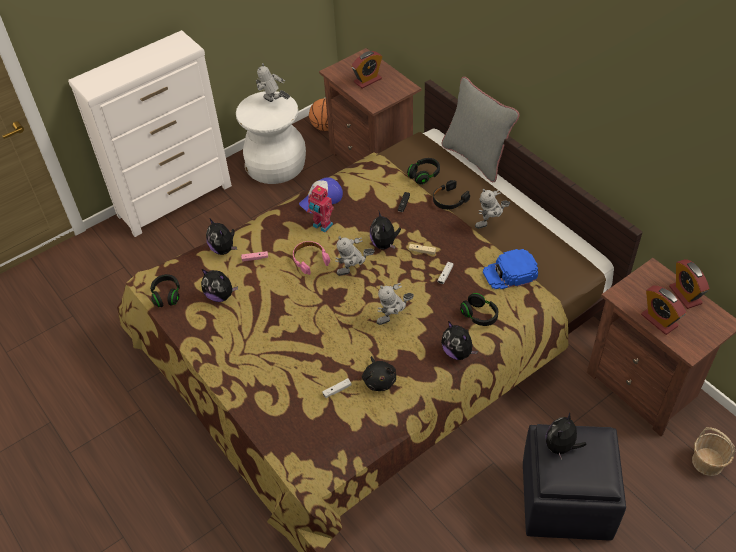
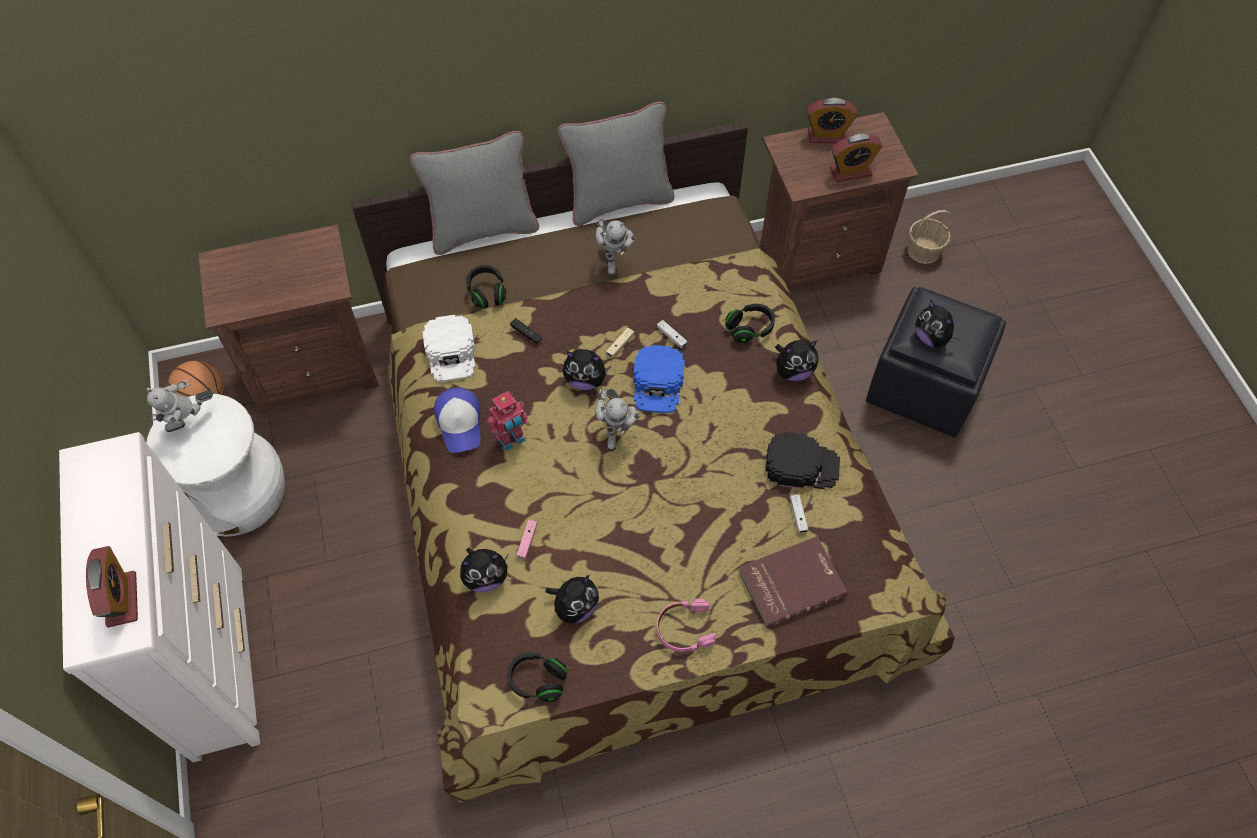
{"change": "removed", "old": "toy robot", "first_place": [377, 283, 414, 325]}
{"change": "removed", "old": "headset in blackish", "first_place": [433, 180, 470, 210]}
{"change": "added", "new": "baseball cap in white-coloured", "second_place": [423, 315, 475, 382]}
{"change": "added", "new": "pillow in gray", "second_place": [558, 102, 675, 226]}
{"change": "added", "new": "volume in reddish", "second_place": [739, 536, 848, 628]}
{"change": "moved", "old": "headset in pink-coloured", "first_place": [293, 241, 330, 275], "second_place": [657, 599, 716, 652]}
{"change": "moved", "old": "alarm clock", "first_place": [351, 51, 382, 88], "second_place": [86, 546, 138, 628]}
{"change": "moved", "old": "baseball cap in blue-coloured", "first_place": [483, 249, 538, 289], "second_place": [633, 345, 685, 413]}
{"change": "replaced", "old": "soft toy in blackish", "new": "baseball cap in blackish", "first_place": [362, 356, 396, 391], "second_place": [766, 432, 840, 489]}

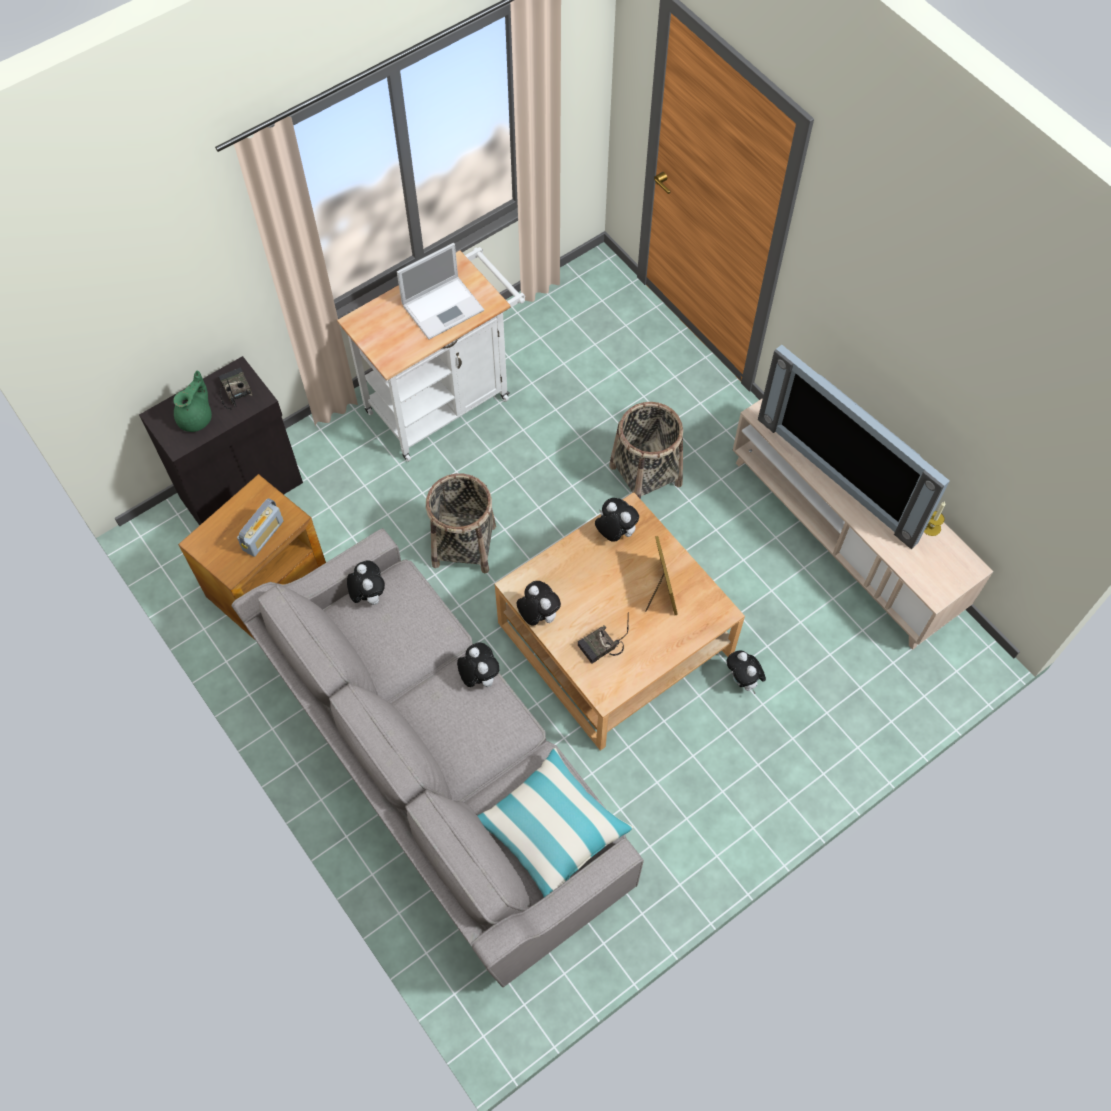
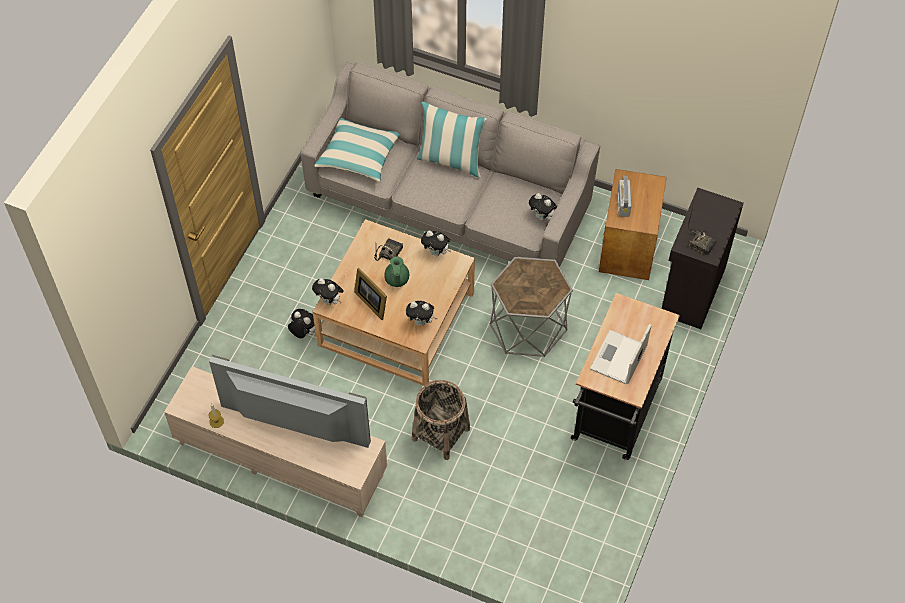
{"change": "added", "new": "pillow", "second_place": [417, 101, 487, 178]}
{"change": "moved", "old": "pot for tea in greenish", "first_place": [173, 370, 212, 432], "second_place": [384, 256, 409, 287]}
{"change": "moved", "old": "soft toy", "first_place": [457, 642, 499, 687], "second_place": [312, 278, 343, 305]}
{"change": "replaced", "old": "basket", "new": "end table in gray", "first_place": [426, 473, 496, 573], "second_place": [489, 257, 573, 357]}
{"change": "recoloured", "old": "cart in white-coloured", "new": "cart in blackish", "first_place": [337, 247, 525, 462], "second_place": [571, 293, 680, 461]}

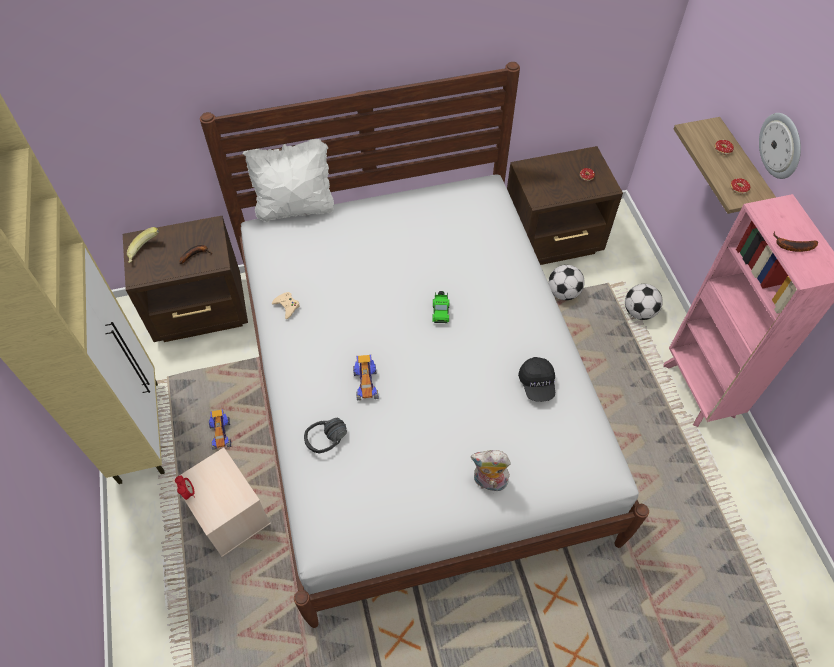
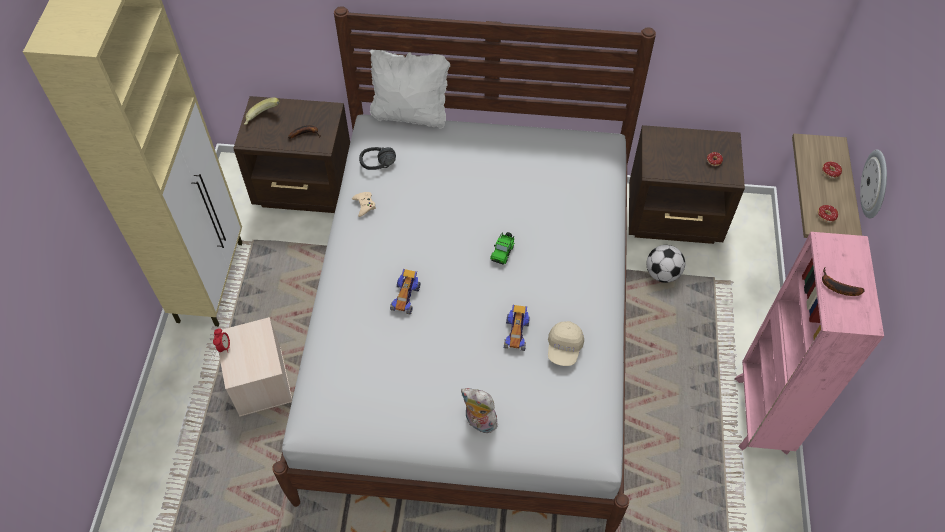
{"change": "removed", "old": "football ball", "first_place": [625, 284, 663, 320]}
{"change": "moved", "old": "toy car", "first_place": [209, 409, 231, 450], "second_place": [504, 305, 530, 351]}
{"change": "moved", "old": "headset in blackish", "first_place": [304, 418, 347, 453], "second_place": [359, 147, 396, 170]}
{"change": "recoloured", "old": "baseball cap in blackish", "new": "baseball cap in sand-coloured", "first_place": [518, 357, 555, 402], "second_place": [548, 321, 584, 366]}

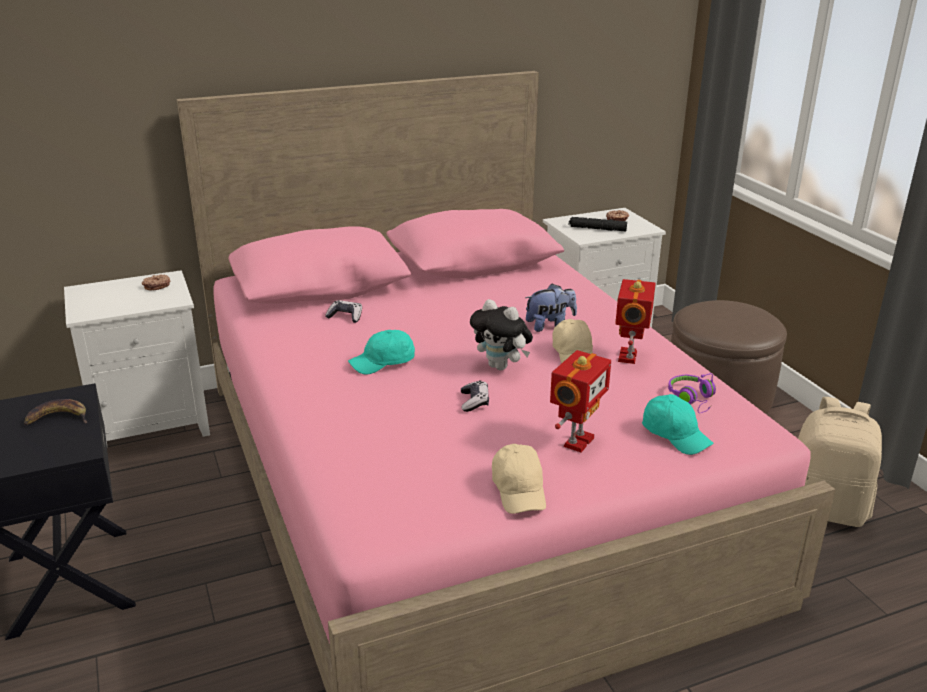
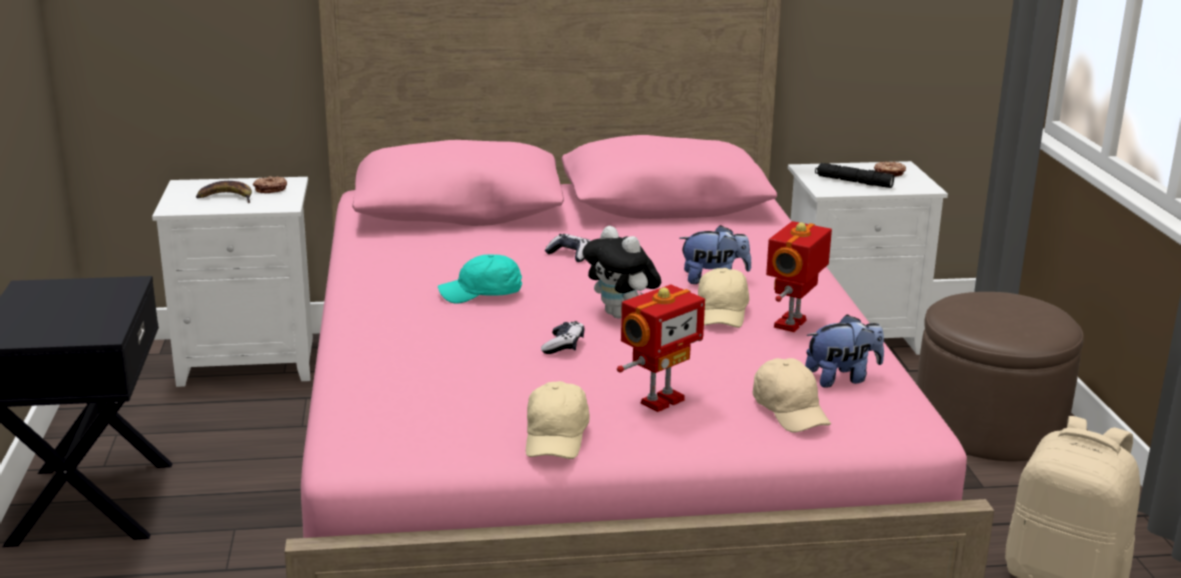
{"change": "moved", "old": "whole banana", "first_place": [24, 399, 87, 425], "second_place": [196, 181, 252, 203]}
{"change": "moved", "old": "gamepad", "first_place": [325, 300, 362, 323], "second_place": [544, 234, 591, 262]}
{"change": "replaced", "old": "headset in purple-coloured", "new": "soft toy", "first_place": [668, 373, 716, 413], "second_place": [805, 314, 884, 388]}
{"change": "recoloured", "old": "baseball cap in turquoise", "new": "baseball cap in sand-coloured", "first_place": [642, 394, 713, 455], "second_place": [752, 358, 831, 432]}

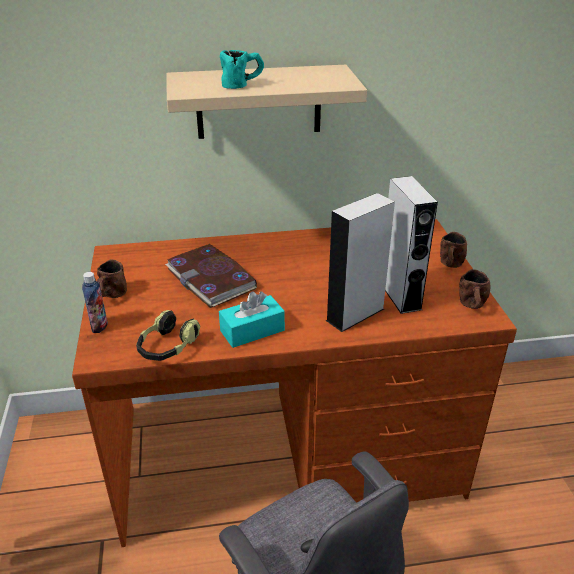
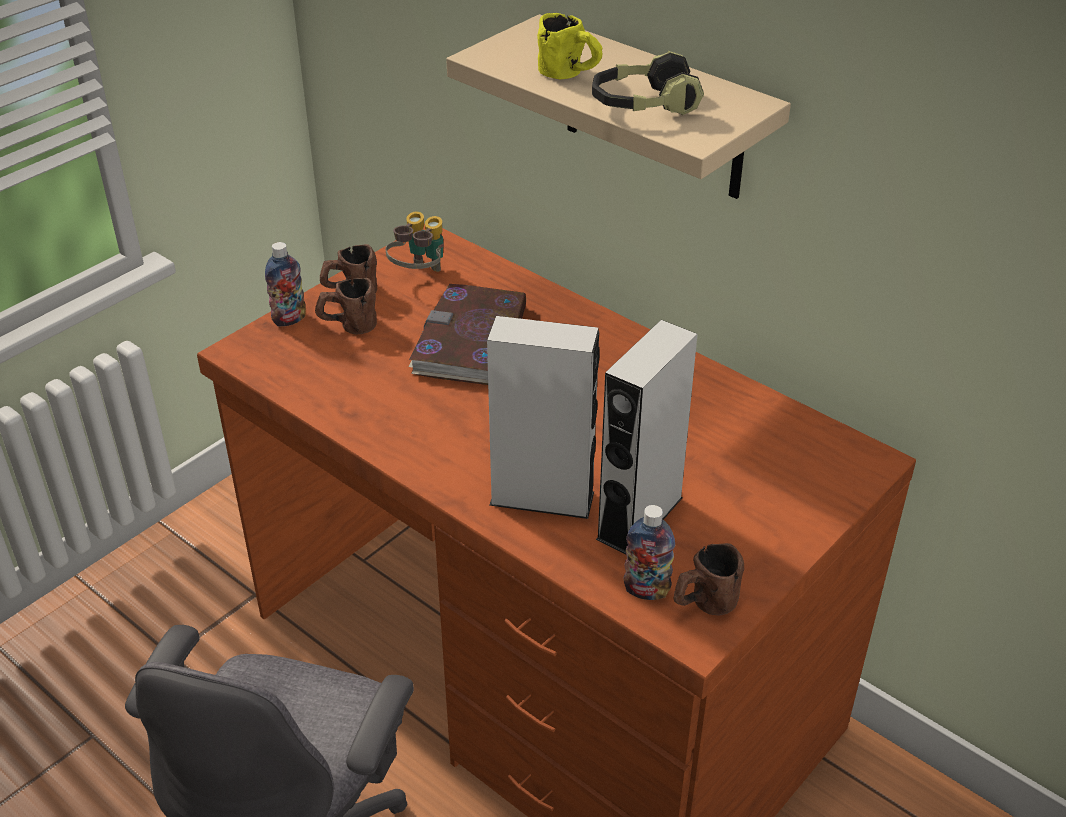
{"change": "removed", "old": "box of tissues in turquoise", "first_place": [219, 291, 285, 348]}
{"change": "added", "new": "pair of binoculars", "second_place": [386, 211, 444, 272]}
{"change": "added", "new": "beverage bottle", "second_place": [624, 505, 675, 600]}
{"change": "moved", "old": "headset", "first_place": [136, 310, 200, 361], "second_place": [592, 51, 704, 115]}
{"change": "moved", "old": "coffee mug in brown", "first_place": [440, 232, 467, 268], "second_place": [315, 278, 377, 334]}
{"change": "recoloured", "old": "coffee mug in turquoise", "new": "coffee mug in yellow-coloured", "first_place": [220, 50, 264, 89], "second_place": [537, 13, 602, 79]}

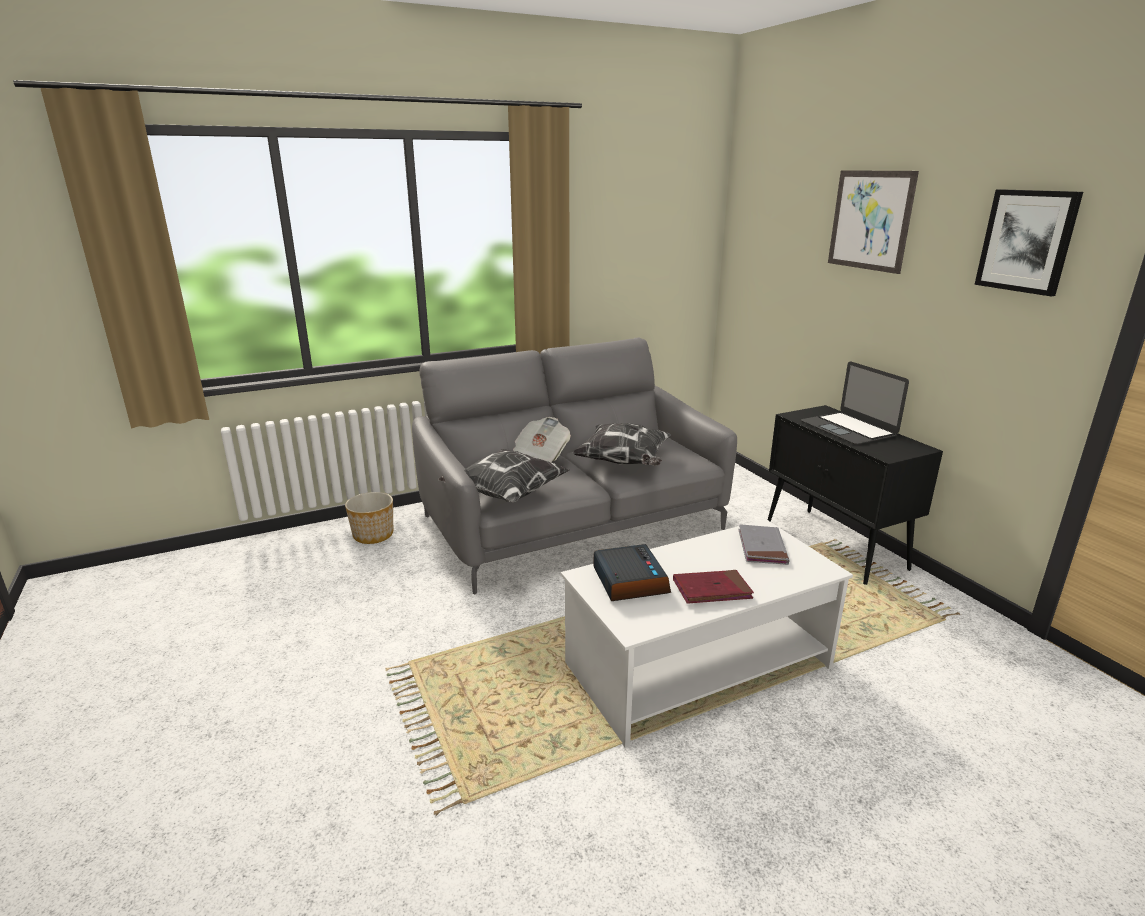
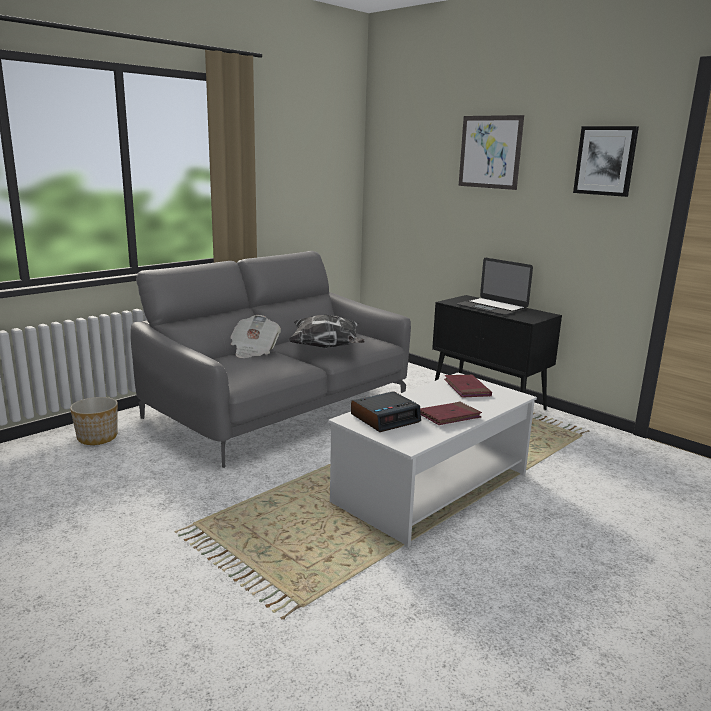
{"change": "removed", "old": "pillow", "first_place": [438, 449, 569, 502]}
{"change": "recoloured", "old": "volume in gray", "new": "volume in reddish", "first_place": [738, 524, 789, 565], "second_place": [444, 374, 492, 398]}
{"change": "turned", "old": "alarm clock", "first_place": [594, 544, 671, 601], "second_place": [351, 391, 421, 432], "degrees": 90}

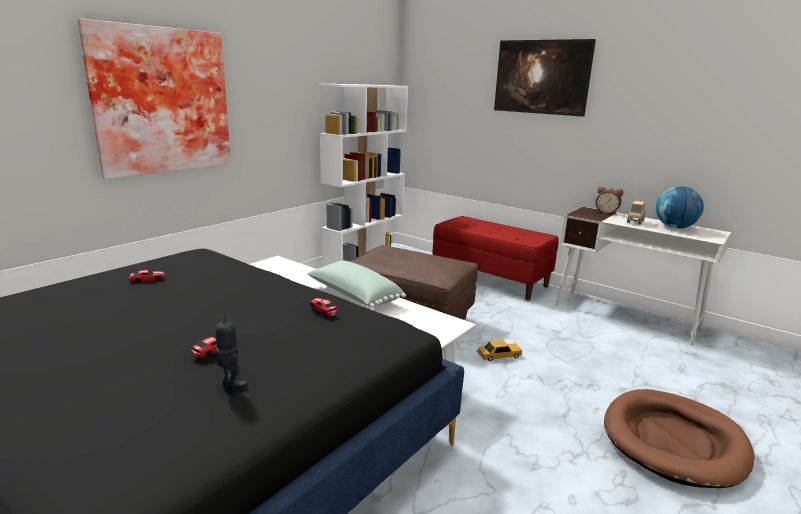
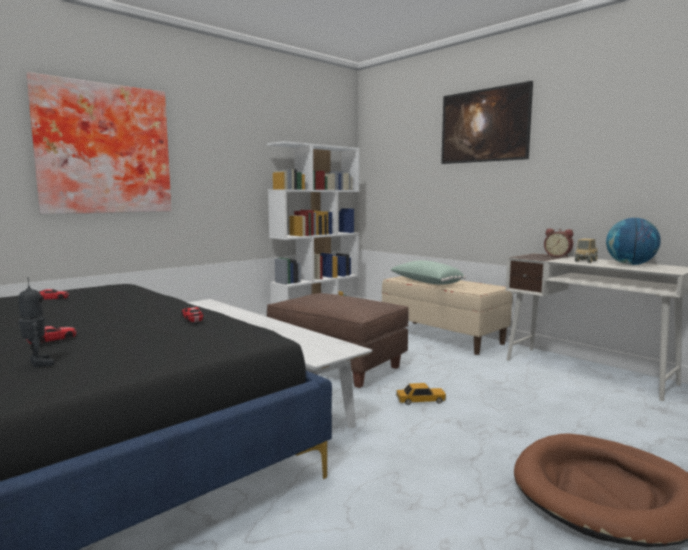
{"change": "moved", "old": "pillow in greenish", "first_place": [307, 261, 406, 308], "second_place": [390, 260, 466, 285]}
{"change": "recoloured", "old": "bench in reddish", "new": "bench in sand-coloured", "first_place": [432, 216, 558, 300], "second_place": [382, 276, 512, 355]}

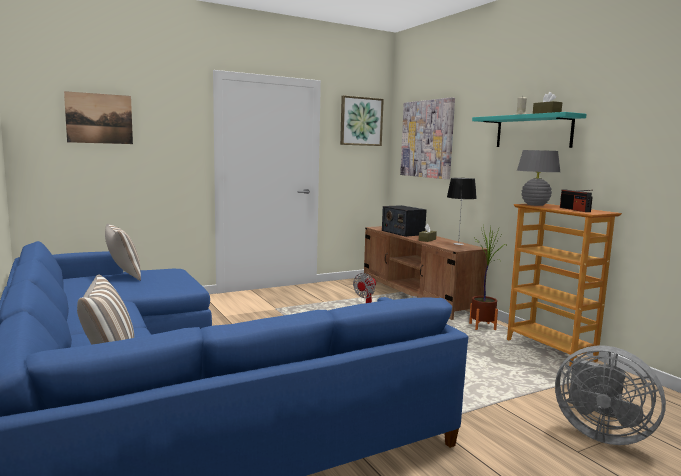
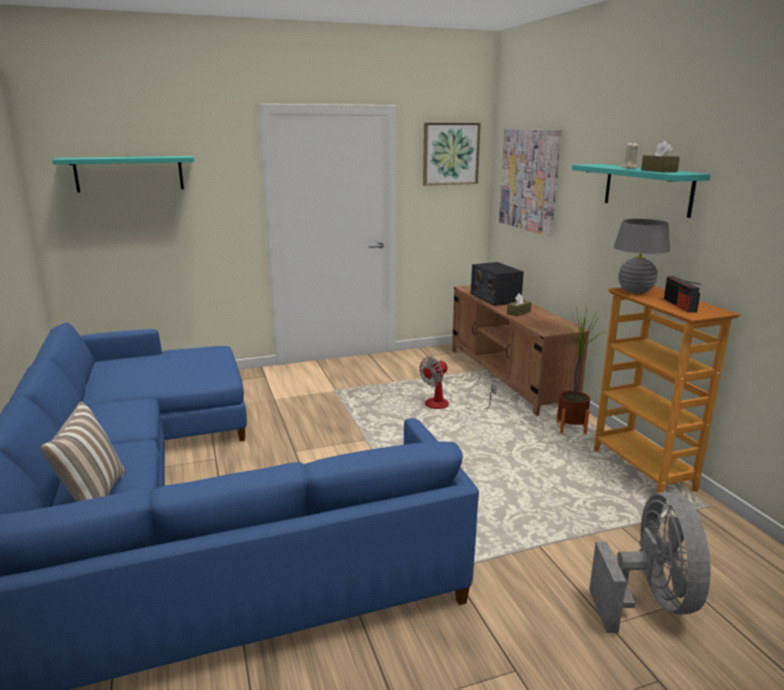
{"change": "removed", "old": "pillow", "first_place": [105, 224, 141, 281]}
{"change": "removed", "old": "table lamp", "first_place": [447, 178, 477, 245]}
{"change": "replaced", "old": "picture", "new": "shelf in turquoise", "first_place": [64, 91, 133, 144], "second_place": [52, 156, 194, 193]}
{"change": "turned", "old": "cooling fan in gray", "first_place": [555, 346, 666, 445], "second_place": [589, 492, 711, 633], "degrees": -135}

